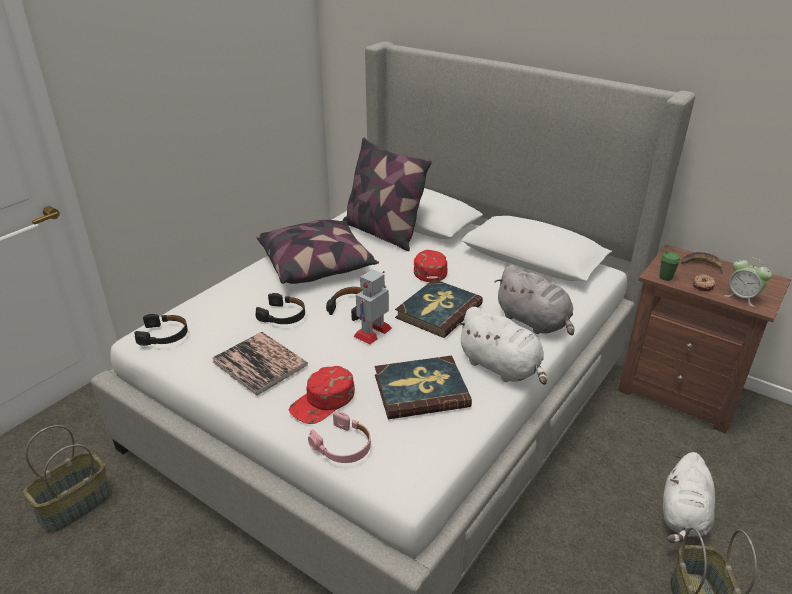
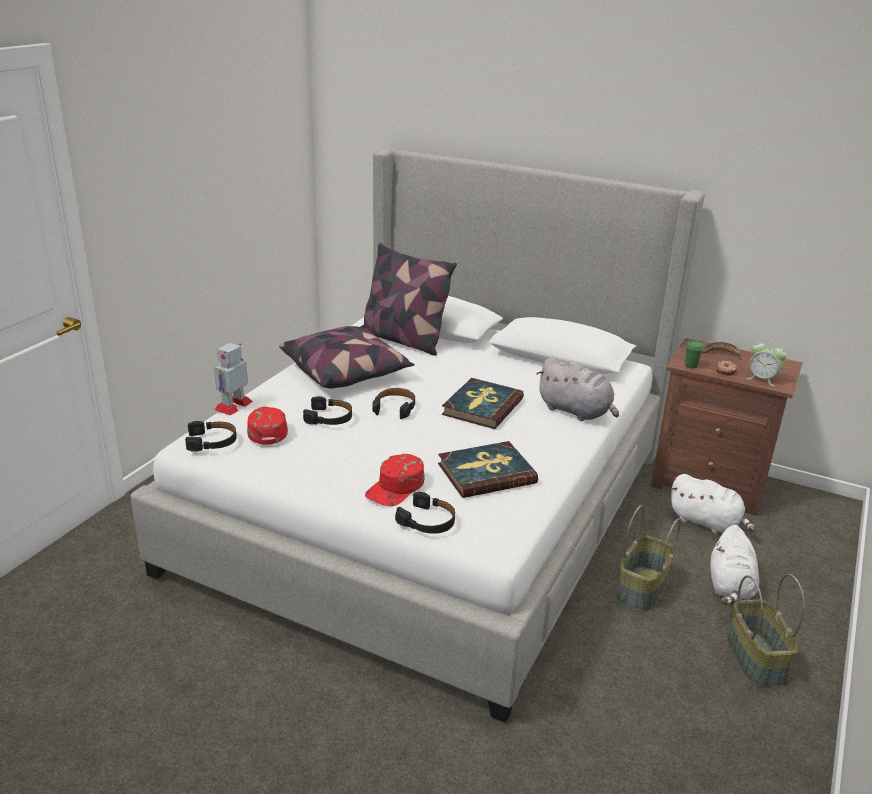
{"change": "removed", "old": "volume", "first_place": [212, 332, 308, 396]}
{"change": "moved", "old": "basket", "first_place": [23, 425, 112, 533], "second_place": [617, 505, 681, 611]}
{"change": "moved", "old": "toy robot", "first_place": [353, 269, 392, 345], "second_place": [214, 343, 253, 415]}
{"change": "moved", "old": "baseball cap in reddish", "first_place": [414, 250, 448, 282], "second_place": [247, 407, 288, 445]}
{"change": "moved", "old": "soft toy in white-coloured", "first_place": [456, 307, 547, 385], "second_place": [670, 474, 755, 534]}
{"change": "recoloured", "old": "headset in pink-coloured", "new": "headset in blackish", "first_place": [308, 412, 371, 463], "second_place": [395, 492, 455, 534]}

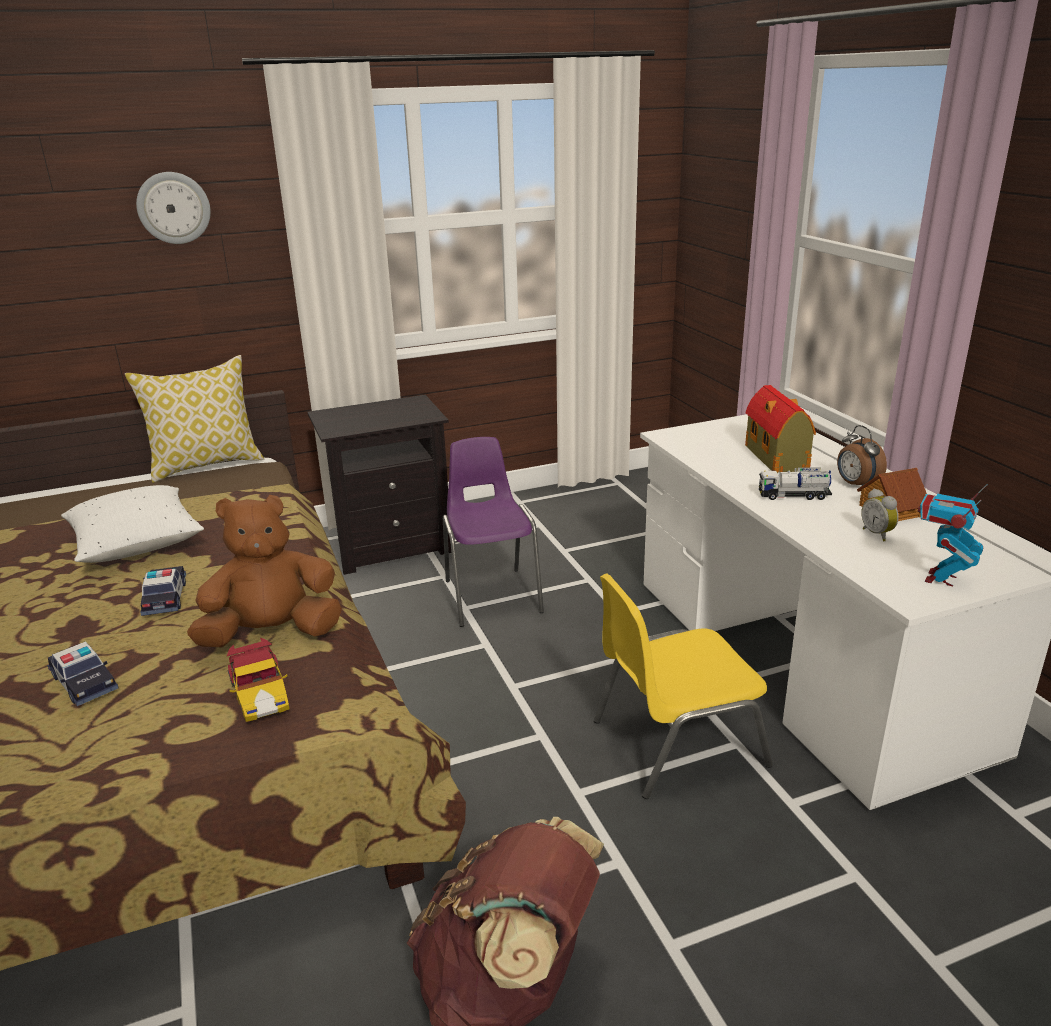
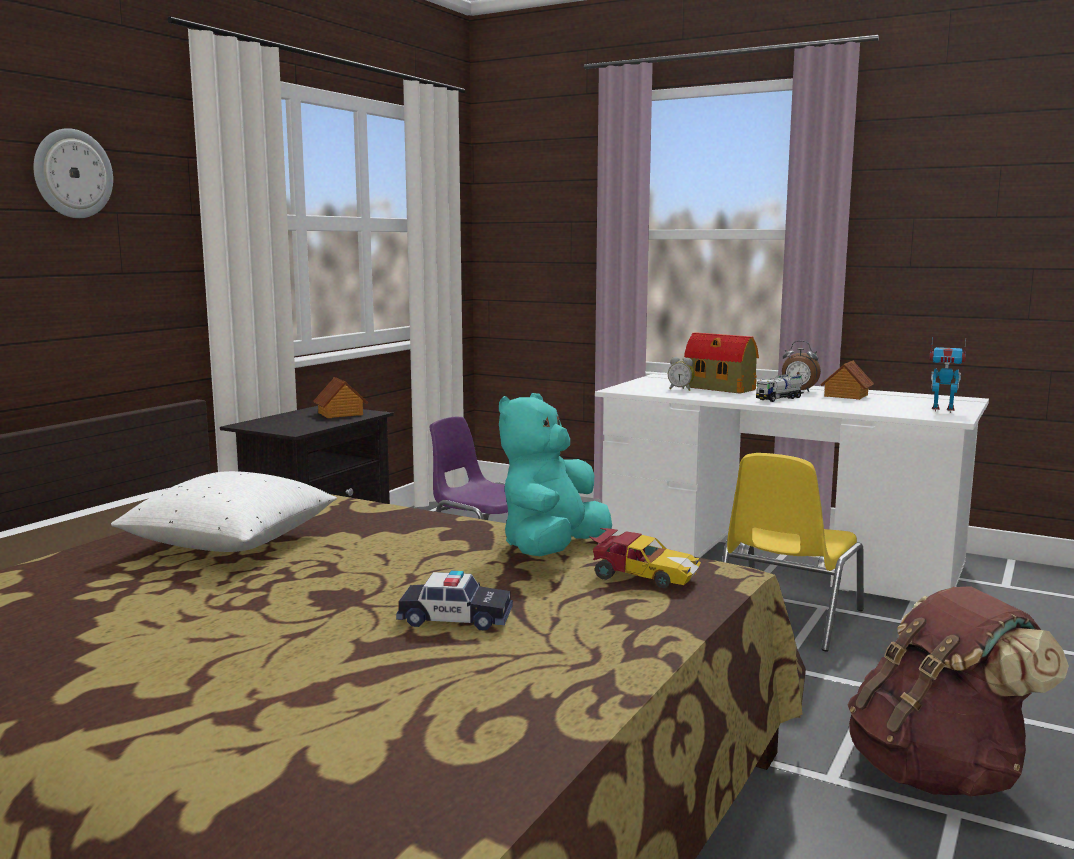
{"change": "removed", "old": "pillow", "first_place": [125, 355, 264, 483]}
{"change": "removed", "old": "toy car", "first_place": [140, 566, 186, 616]}
{"change": "added", "new": "toy house", "second_place": [313, 377, 368, 418]}
{"change": "moved", "old": "alarm clock", "first_place": [861, 488, 899, 541], "second_place": [668, 357, 695, 391]}
{"change": "recoloured", "old": "soft toy in brown", "new": "soft toy in turquoise", "first_place": [187, 495, 342, 647], "second_place": [499, 393, 612, 556]}
{"change": "turned", "old": "toy robot", "first_place": [918, 484, 988, 587], "second_place": [929, 337, 966, 413], "degrees": 120}

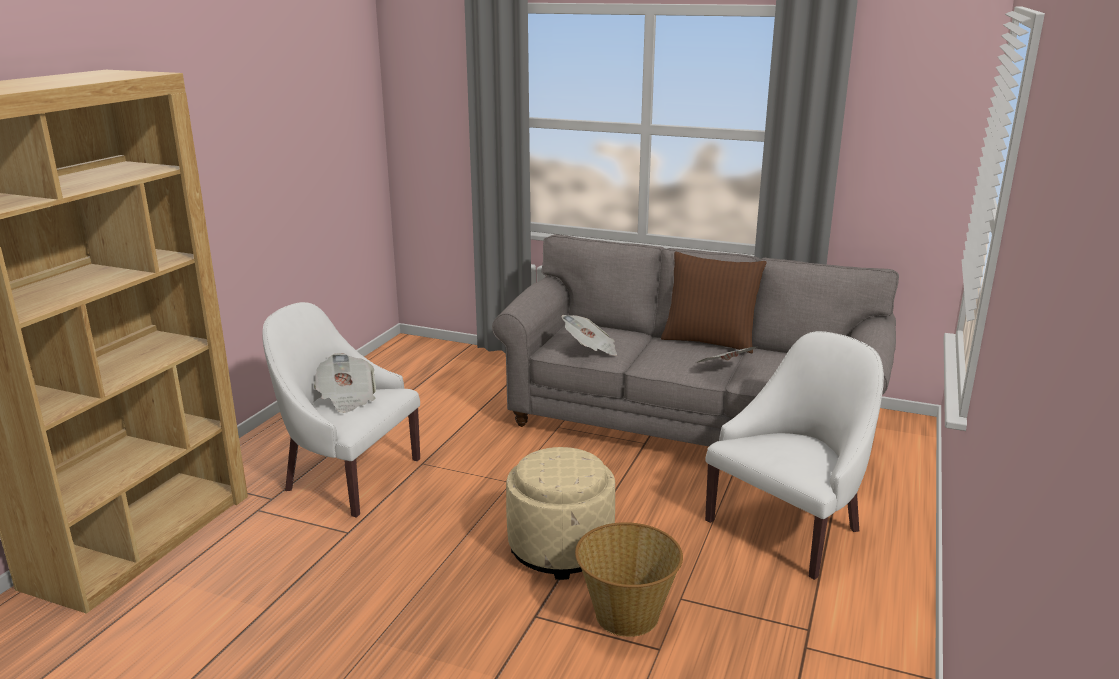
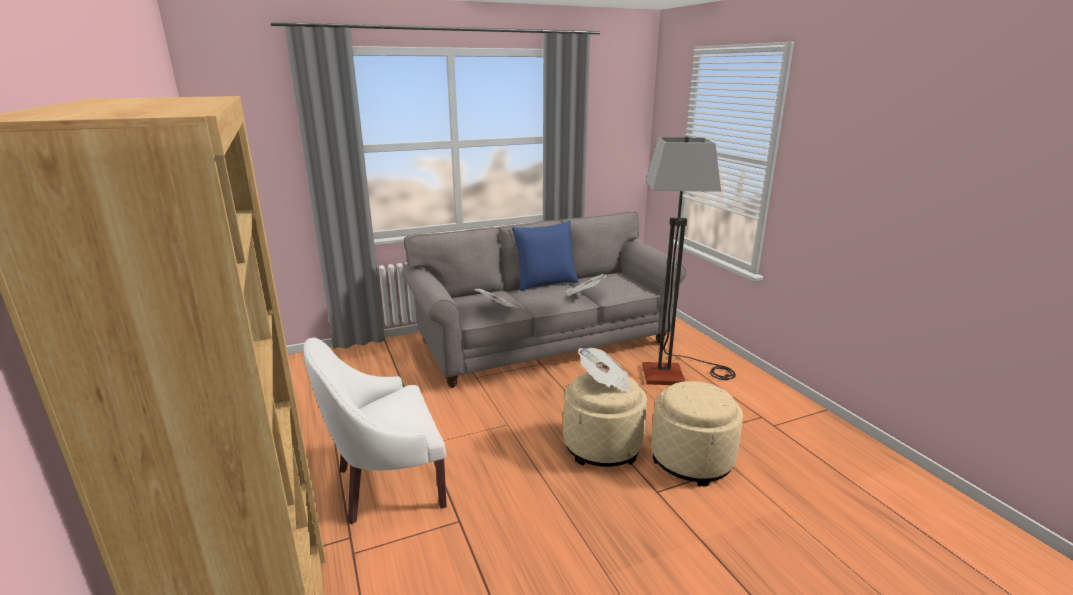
{"change": "moved", "old": "newspaper", "first_place": [313, 353, 376, 413], "second_place": [578, 348, 630, 392]}
{"change": "replaced", "old": "basket", "new": "ottoman in sand-coloured", "first_place": [575, 522, 683, 637], "second_place": [651, 381, 743, 486]}
{"change": "replaced", "old": "armchair in white-coloured", "new": "standing lamp", "first_place": [705, 331, 884, 580], "second_place": [642, 136, 736, 385]}
{"change": "recoloured", "old": "pillow in brown", "new": "pillow in blue-coloured", "first_place": [661, 252, 766, 353], "second_place": [512, 221, 579, 291]}

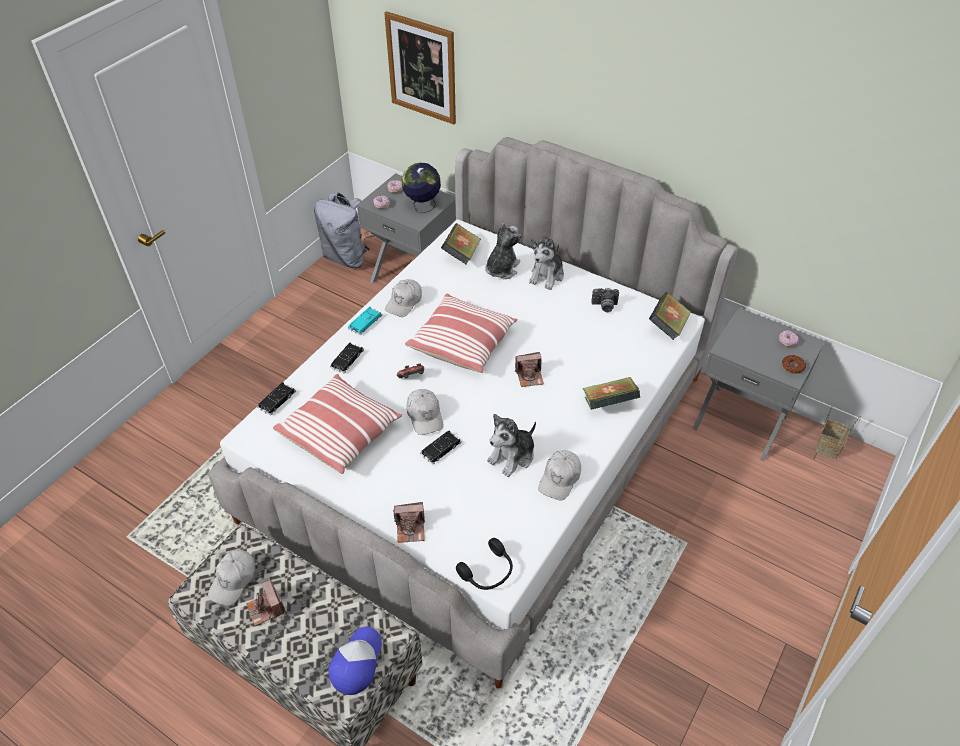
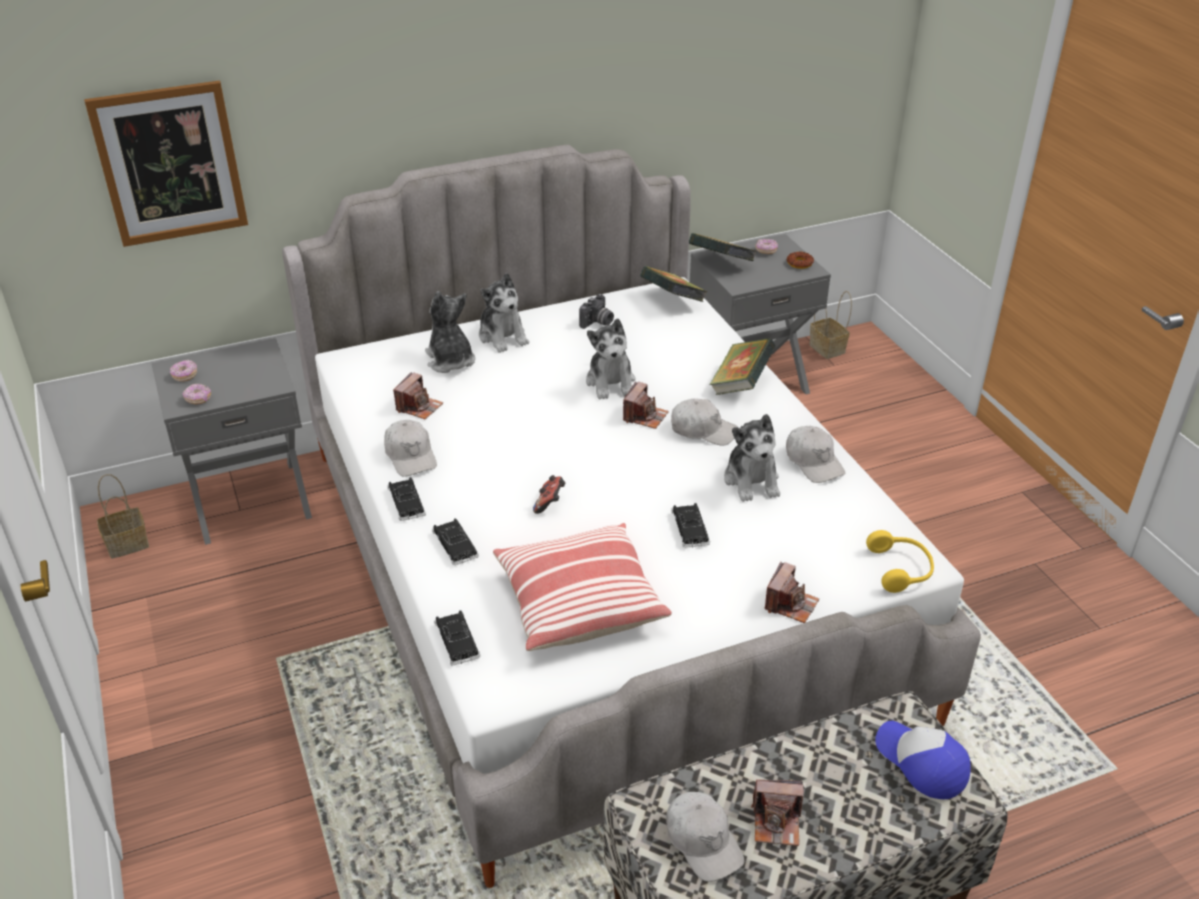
{"change": "removed", "old": "desk globe", "first_place": [402, 162, 441, 213]}
{"change": "removed", "old": "pillow", "first_place": [405, 294, 518, 373]}
{"change": "added", "new": "photo camera", "second_place": [393, 372, 443, 419]}
{"change": "added", "new": "soft toy", "second_place": [586, 318, 635, 399]}
{"change": "moved", "old": "baseball cap in white-coloured", "first_place": [407, 389, 444, 435], "second_place": [671, 399, 737, 446]}
{"change": "moved", "old": "volume", "first_place": [441, 223, 481, 265], "second_place": [689, 233, 756, 261]}
{"change": "replaced", "old": "rucksack in gray", "new": "basket", "first_place": [314, 192, 375, 268], "second_place": [97, 474, 149, 559]}
{"change": "recoloured", "old": "toy car in turquoise", "new": "toy car in blackish", "first_place": [348, 307, 382, 335], "second_place": [387, 477, 426, 521]}
{"change": "recoloured", "old": "headset in blackish", "new": "headset in yellow-coloured", "first_place": [456, 538, 513, 590], "second_place": [866, 530, 934, 593]}

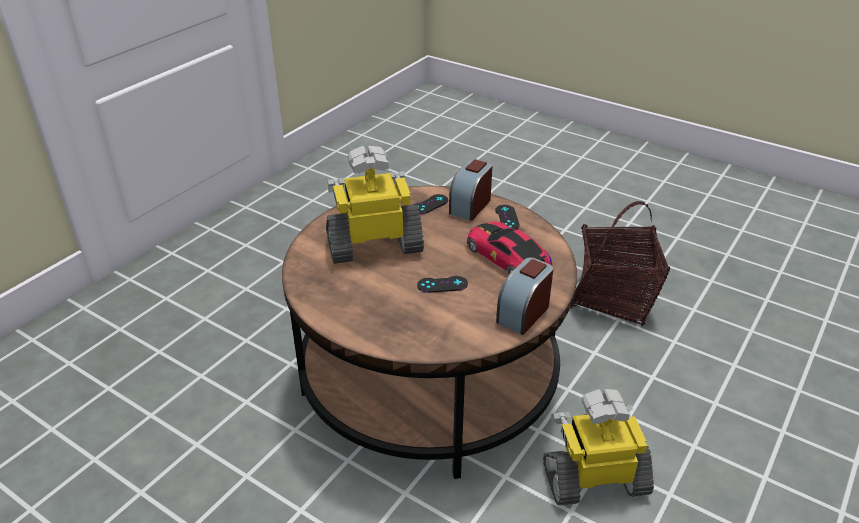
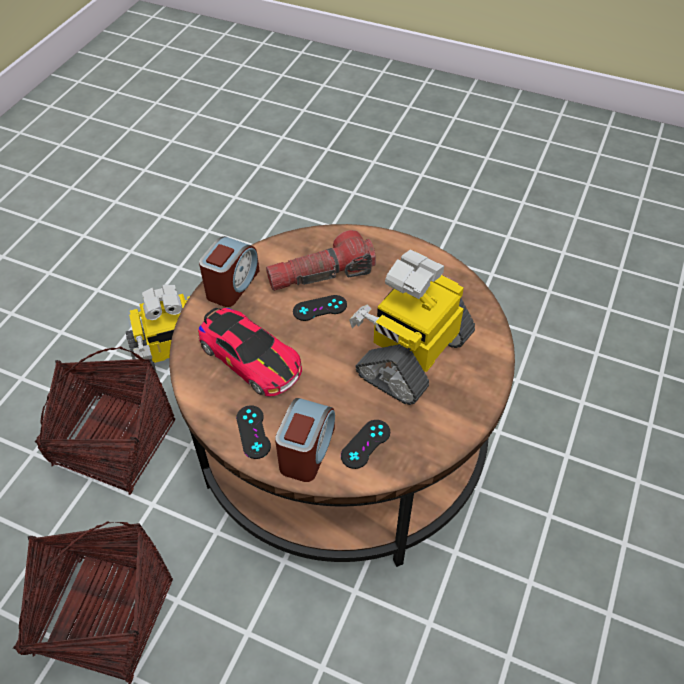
{"change": "added", "new": "basket", "second_place": [34, 347, 175, 495]}
{"change": "added", "new": "torch", "second_place": [266, 230, 376, 291]}
{"change": "turned", "old": "toy robot", "first_place": [326, 146, 424, 264], "second_place": [349, 249, 475, 405], "degrees": 150}

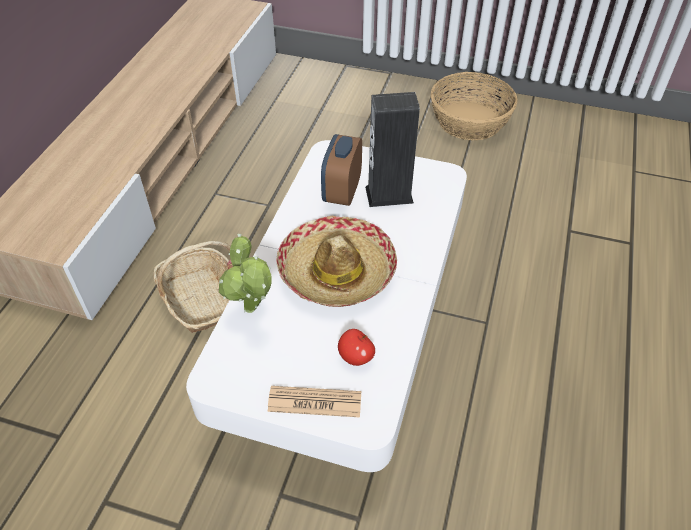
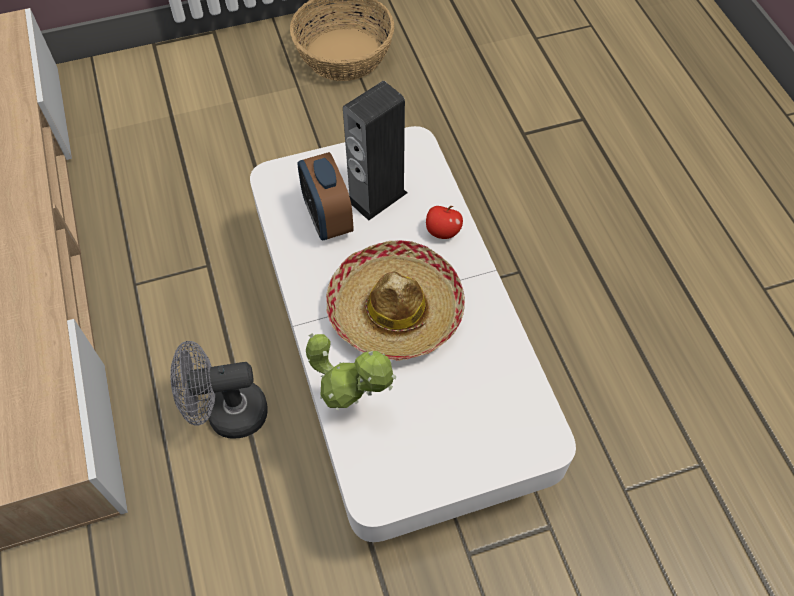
{"change": "removed", "old": "newspaper", "first_place": [268, 386, 361, 417]}
{"change": "moved", "old": "whole apple", "first_place": [338, 329, 375, 366], "second_place": [426, 206, 463, 239]}
{"change": "replaced", "old": "basket", "new": "cooling fan in gray", "first_place": [153, 241, 233, 333], "second_place": [171, 341, 268, 439]}

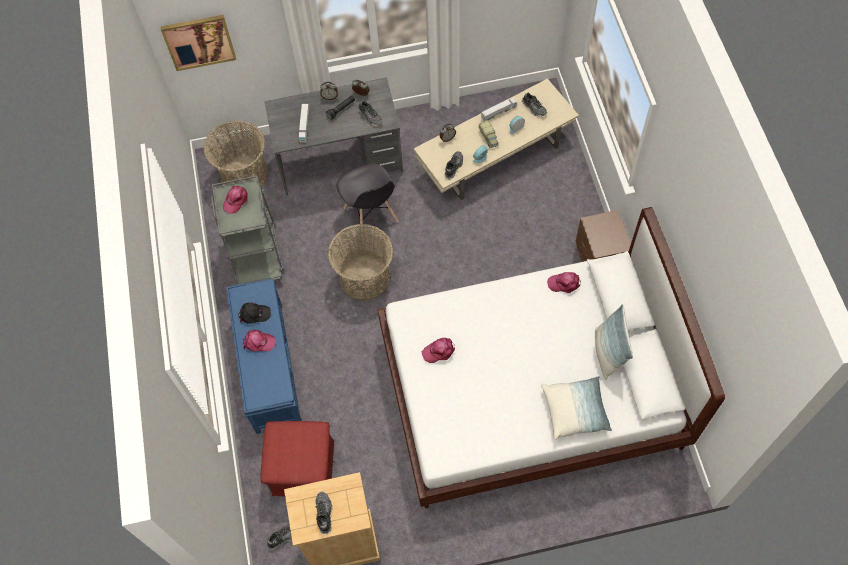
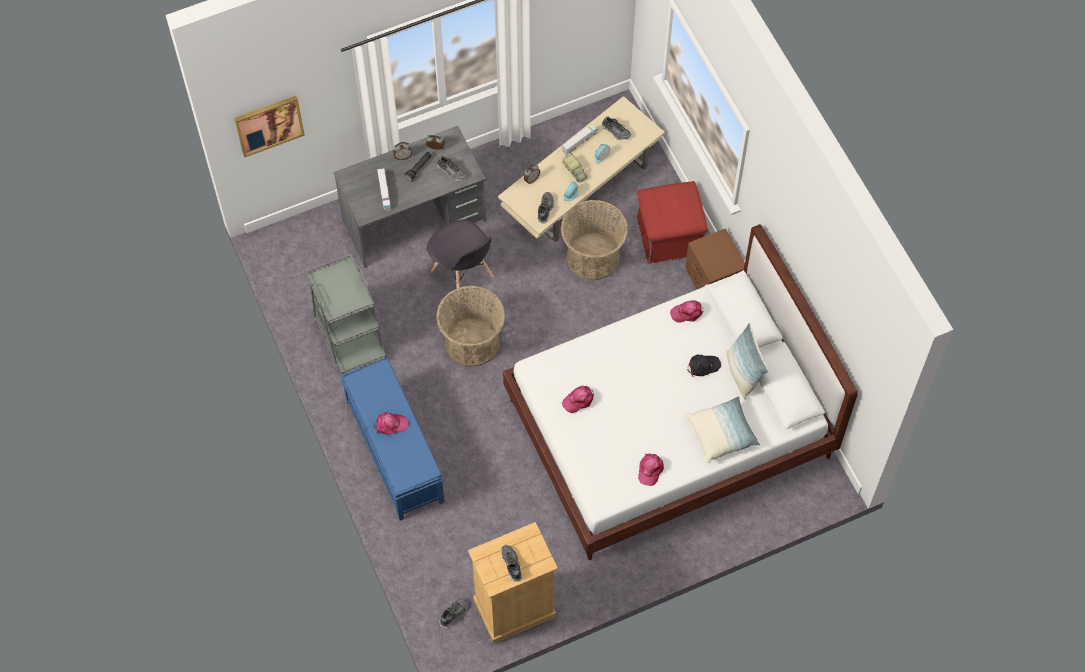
{"change": "moved", "old": "basket", "first_place": [203, 121, 268, 187], "second_place": [561, 200, 628, 280]}
{"change": "moved", "old": "baseball cap in pink-coloured", "first_place": [223, 186, 248, 214], "second_place": [638, 453, 664, 486]}
{"change": "moved", "old": "baseball cap in blackish", "first_place": [239, 302, 271, 324], "second_place": [688, 355, 721, 377]}
{"change": "moved", "old": "ottoman in reddish", "first_place": [260, 421, 334, 496], "second_place": [637, 181, 708, 264]}

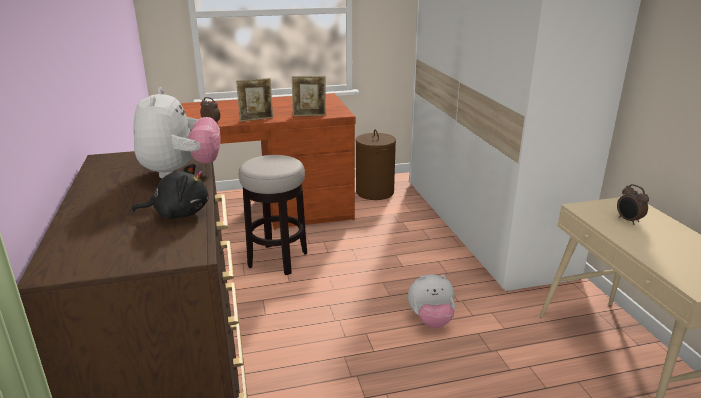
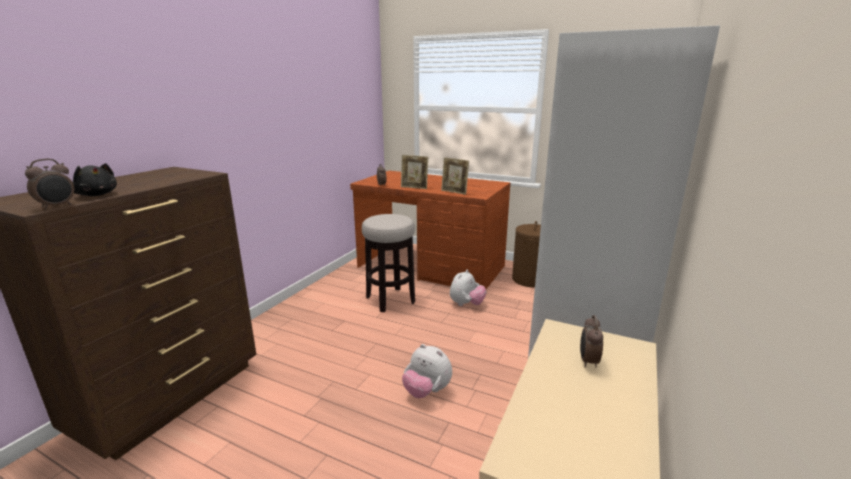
{"change": "added", "new": "alarm clock", "second_place": [25, 159, 74, 209]}
{"change": "moved", "old": "soft toy", "first_place": [133, 87, 221, 179], "second_place": [450, 270, 487, 306]}

